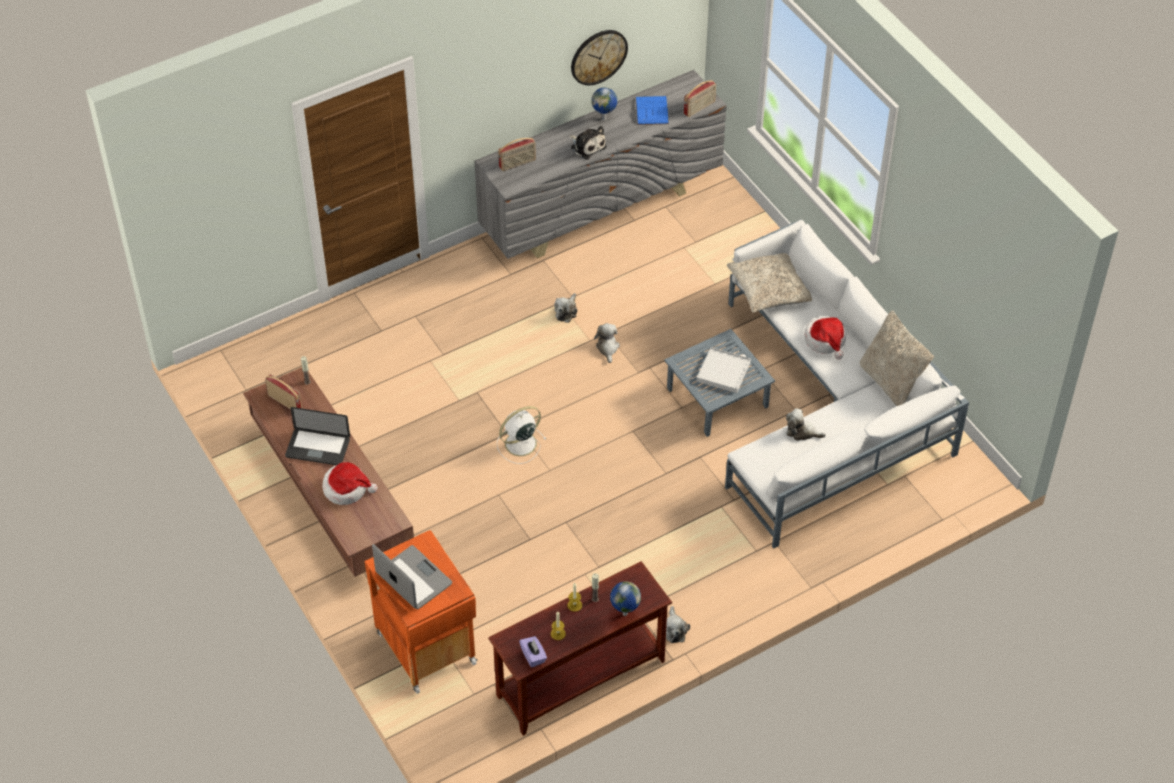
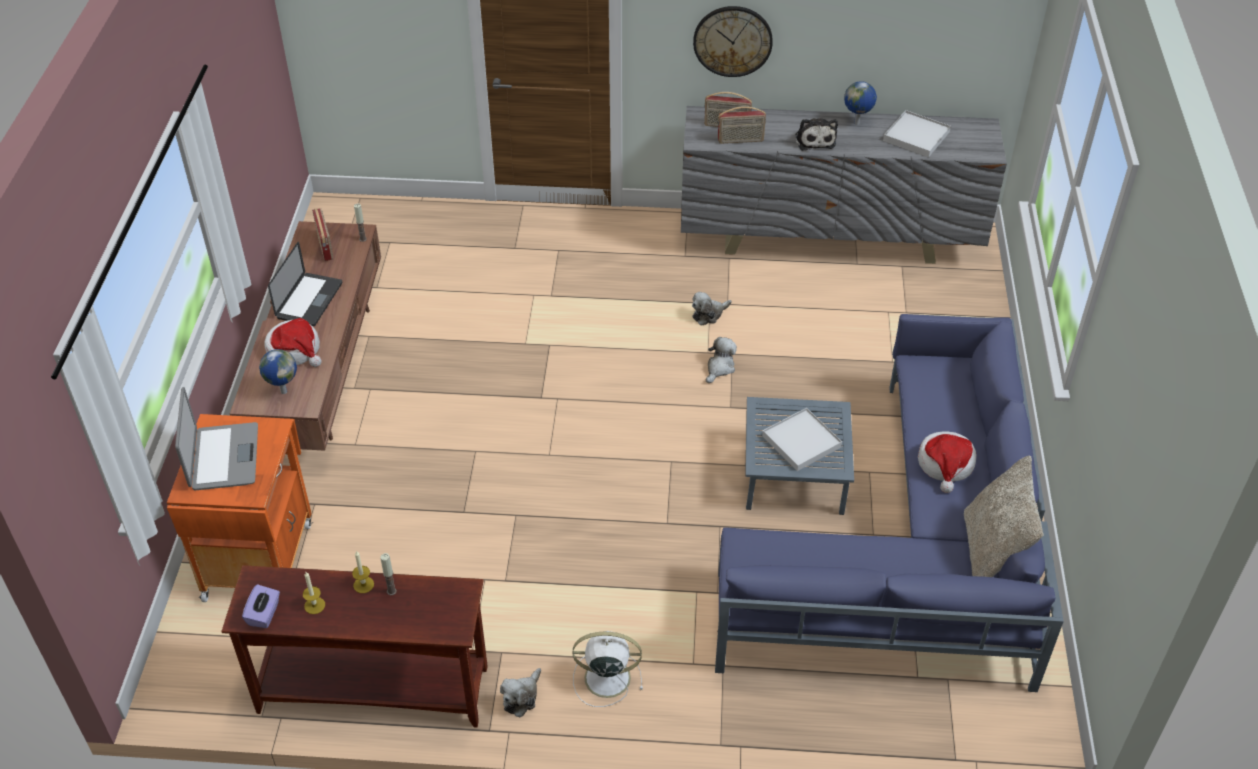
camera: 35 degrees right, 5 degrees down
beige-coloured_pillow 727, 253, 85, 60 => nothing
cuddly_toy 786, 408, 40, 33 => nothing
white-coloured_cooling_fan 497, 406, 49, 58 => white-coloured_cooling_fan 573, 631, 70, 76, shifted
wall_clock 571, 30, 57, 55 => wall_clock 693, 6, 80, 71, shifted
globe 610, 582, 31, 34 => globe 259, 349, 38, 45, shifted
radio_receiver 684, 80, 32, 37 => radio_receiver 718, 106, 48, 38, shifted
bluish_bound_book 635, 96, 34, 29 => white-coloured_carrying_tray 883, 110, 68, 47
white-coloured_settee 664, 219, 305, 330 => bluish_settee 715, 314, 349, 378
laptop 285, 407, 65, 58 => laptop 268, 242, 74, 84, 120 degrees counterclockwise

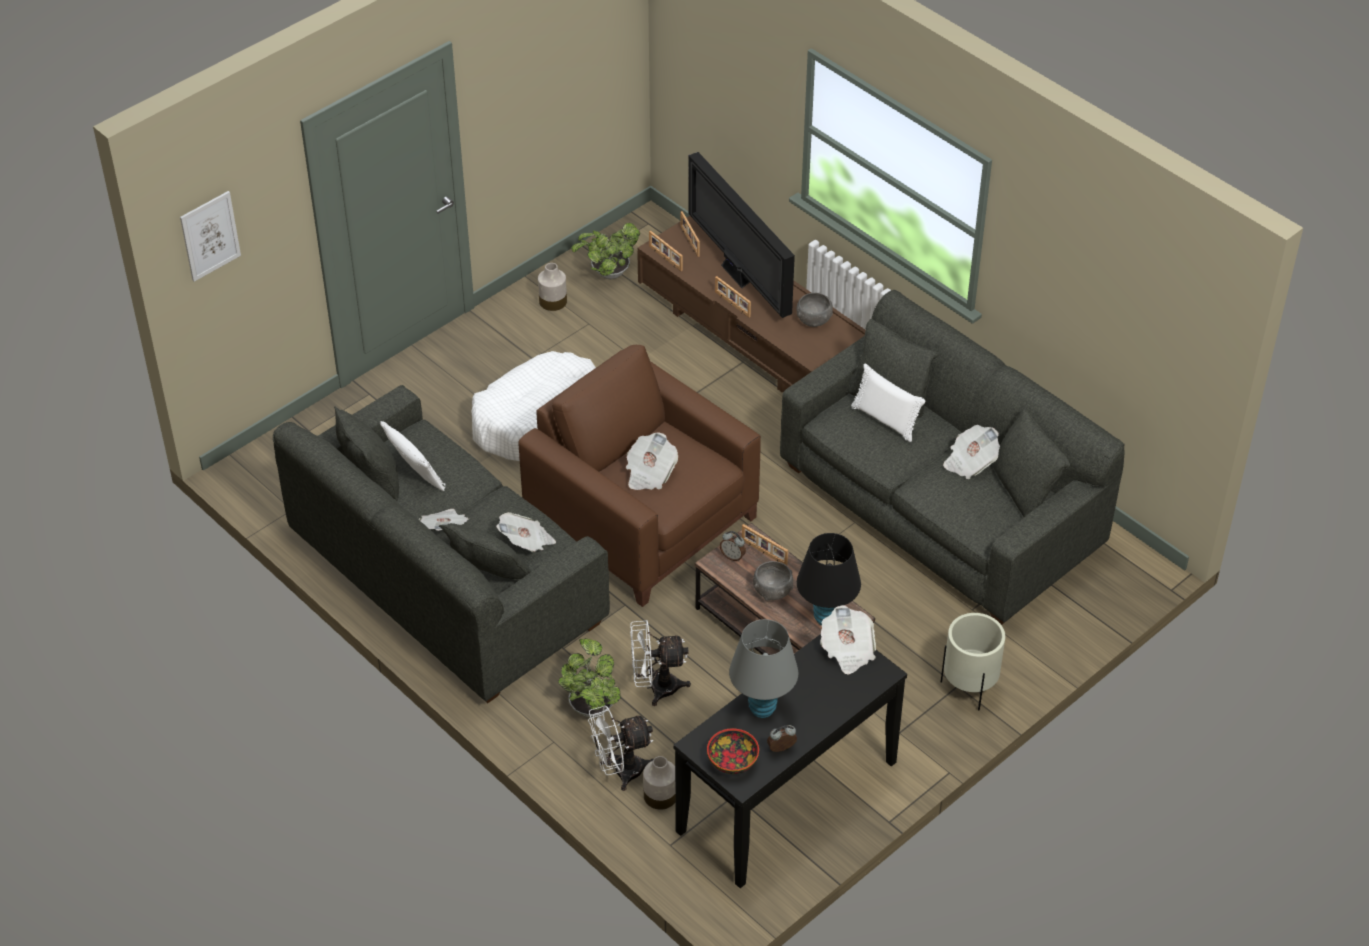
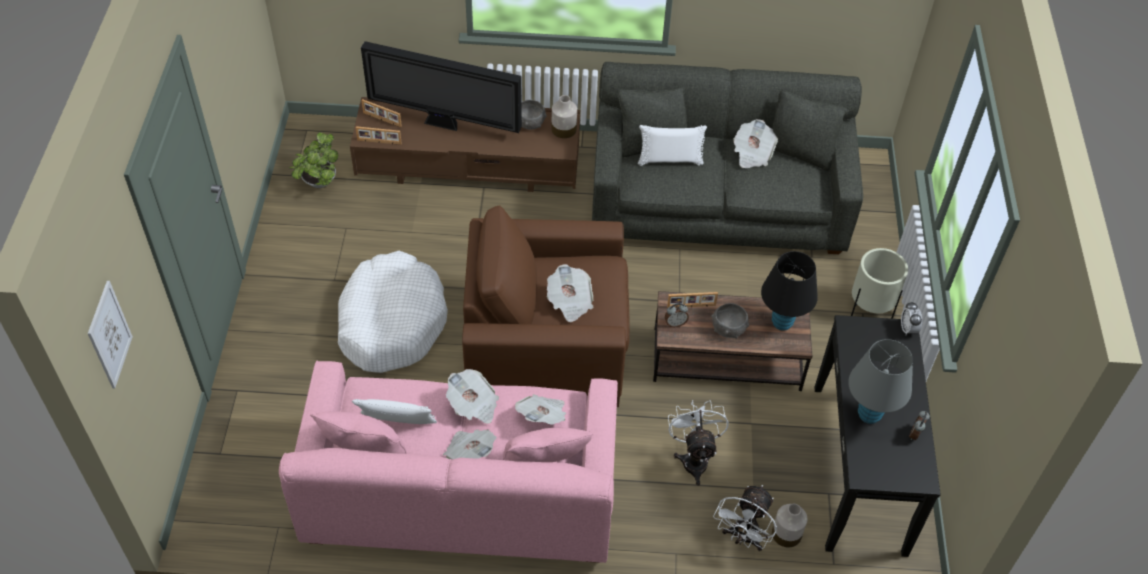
camera: 45 degrees left, 5 degrees up
potted_plant 558, 638, 63, 79 => nothing
bowl 707, 728, 52, 46 => nothing
picture_frame 715, 276, 36, 41 => nothing
nothing => bedside_clock 901, 301, 21, 34
beige-coloured_decorative_vase 538, 263, 29, 48 => beige-coloured_decorative_vase 551, 95, 26, 43, shifted
newspaper 820, 605, 56, 70 => newspaper 446, 369, 53, 55, shifted
gray_settee 273, 385, 337, 318 => pinkish_settee 279, 361, 339, 202
white-coloured_cooling_fan 630, 620, 61, 86 => white-coloured_cooling_fan 668, 400, 60, 86, 135 degrees clockwise

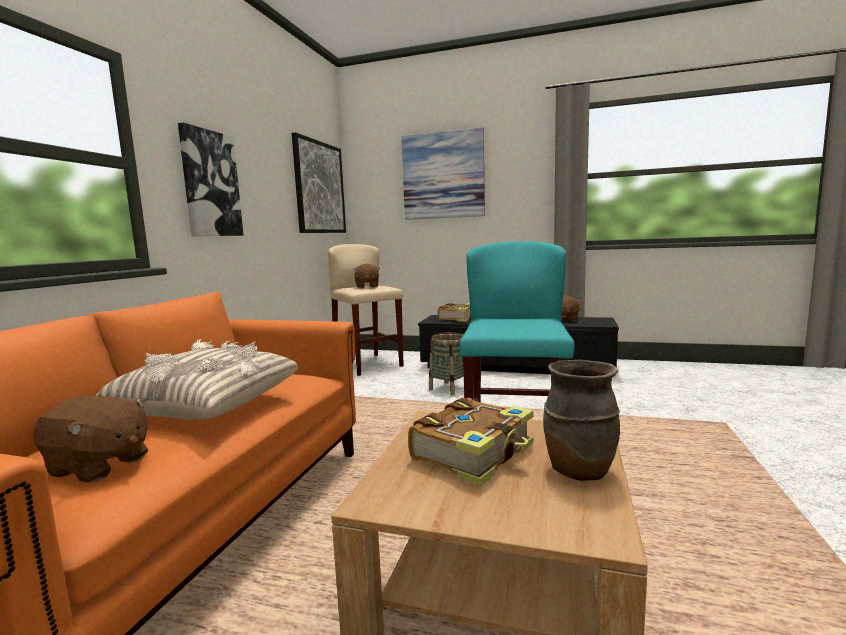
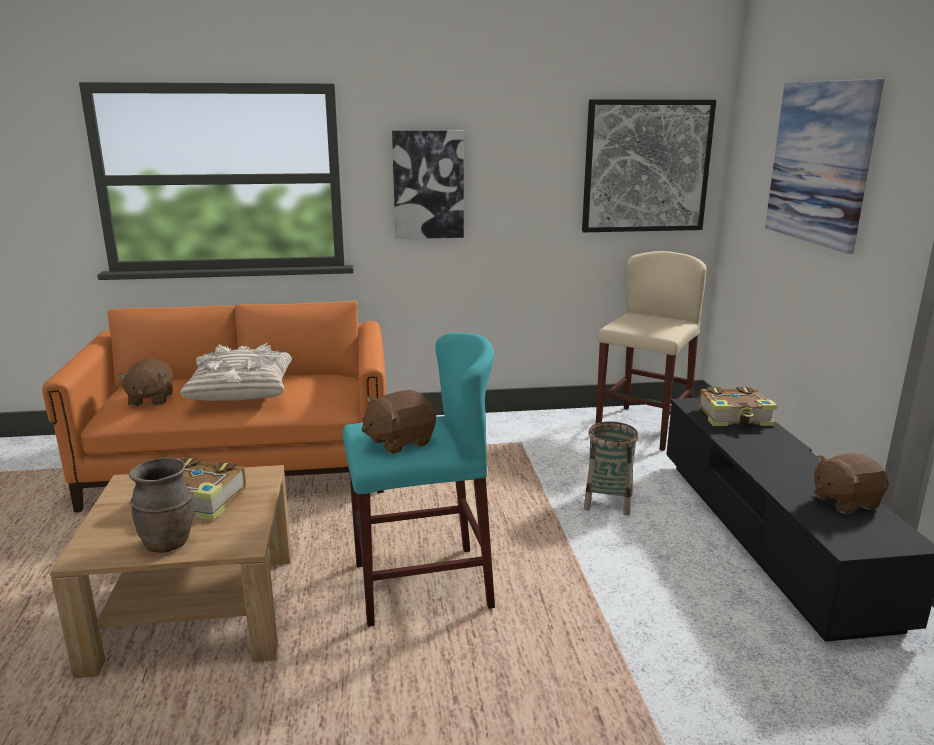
camera: 65 degrees right, 10 degrees up
brownish_cuddly_toy 353, 264, 27, 24 => brownish_cuddly_toy 361, 390, 75, 64, shifted

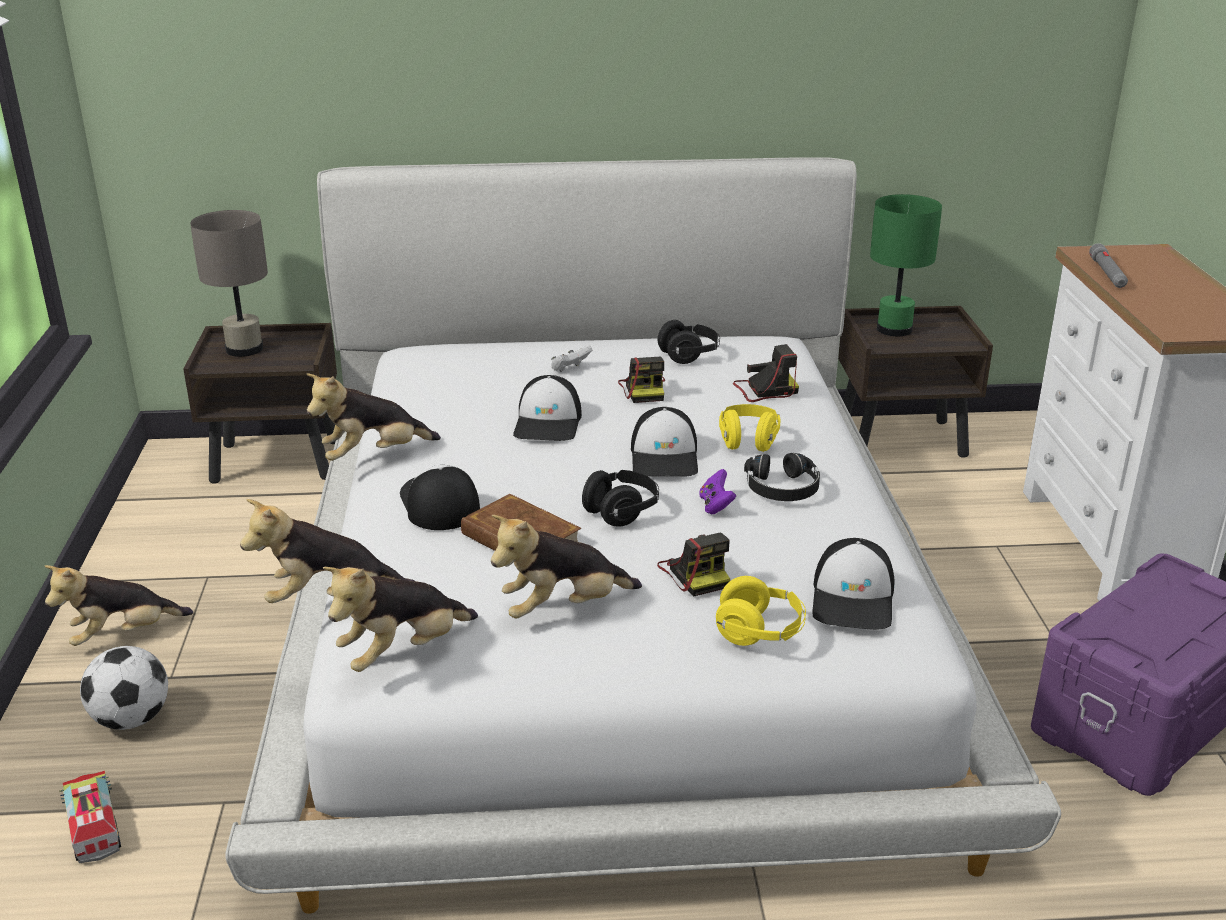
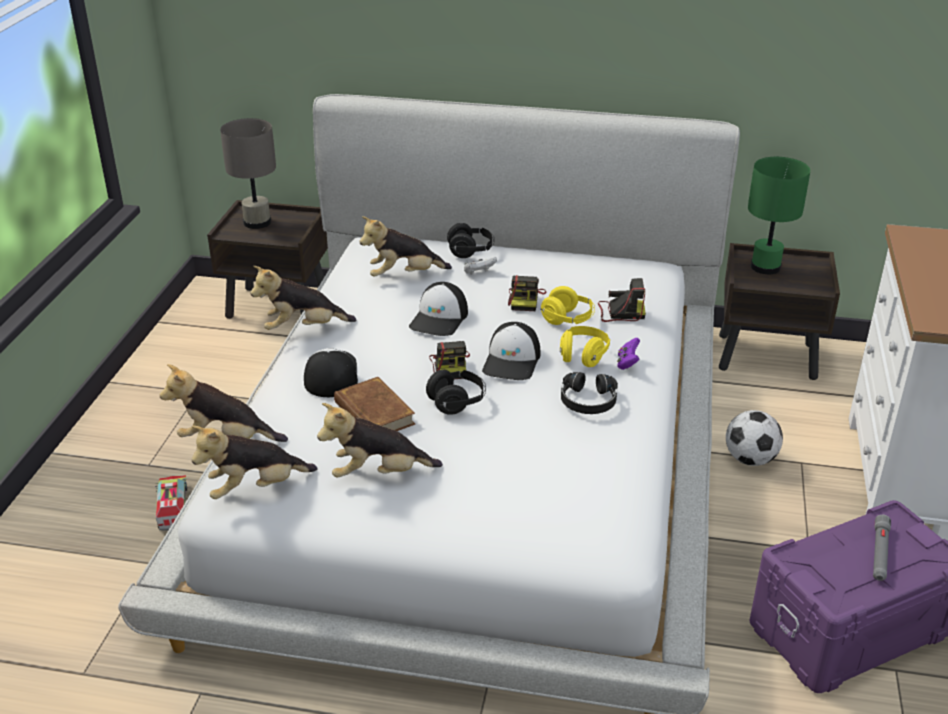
camera: 15 degrees right, 5 degrees up
peaked_cap 812, 538, 82, 92 => nothing
cuddly_toy 45, 565, 148, 81 => cuddly_toy 360, 216, 92, 61, shifted
toy_lorry 60, 771, 61, 92 => toy_lorry 155, 475, 32, 56, shifted
football_ball 80, 646, 88, 84 => football_ball 726, 410, 57, 56, shifted
still_camera 657, 533, 73, 64 => still_camera 429, 341, 41, 38, shifted
black-coloured_headset 658, 320, 62, 44 => black-coloured_headset 447, 223, 47, 35, shifted
purple-coloured_joypad 699, 469, 37, 45 => purple-coloured_joypad 617, 338, 23, 32, shifted
yellow-coloured_headset 716, 576, 90, 70 => yellow-coloured_headset 541, 286, 54, 39, shifted
gray_flashlight 1089, 243, 39, 45 => gray_flashlight 873, 515, 18, 66, shifted

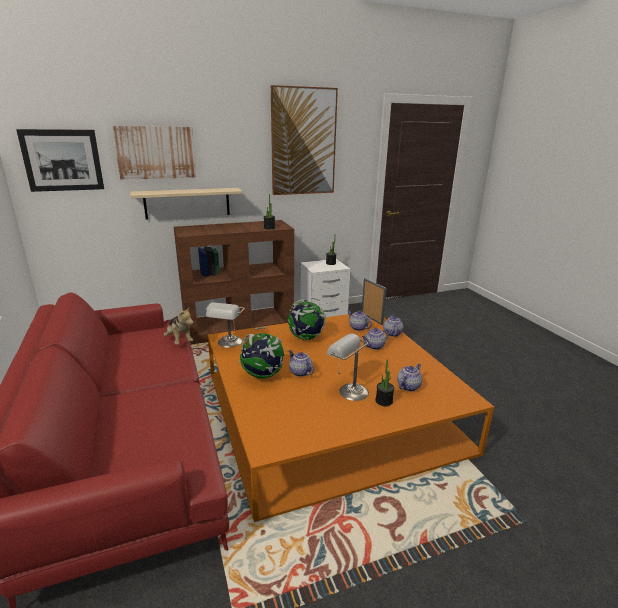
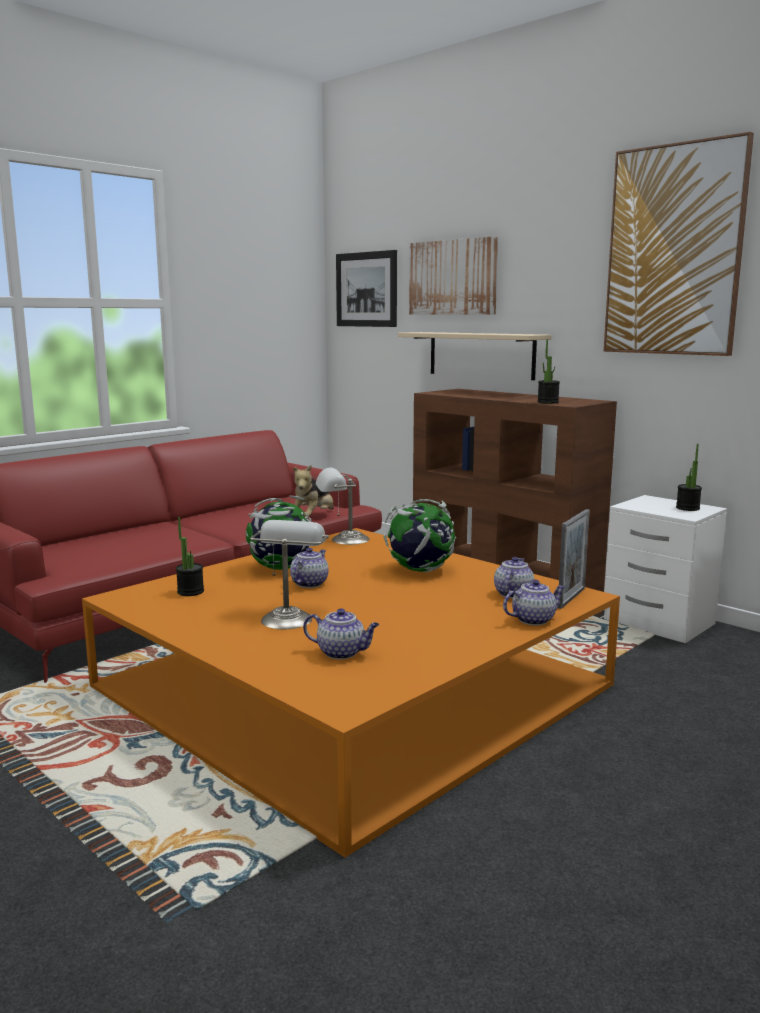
camera: 65 degrees right, 10 degrees down
teapot 362, 328, 27, 22 => nothing
potted_plant 376, 359, 18, 47 => potted_plant 176, 517, 28, 79, shifted

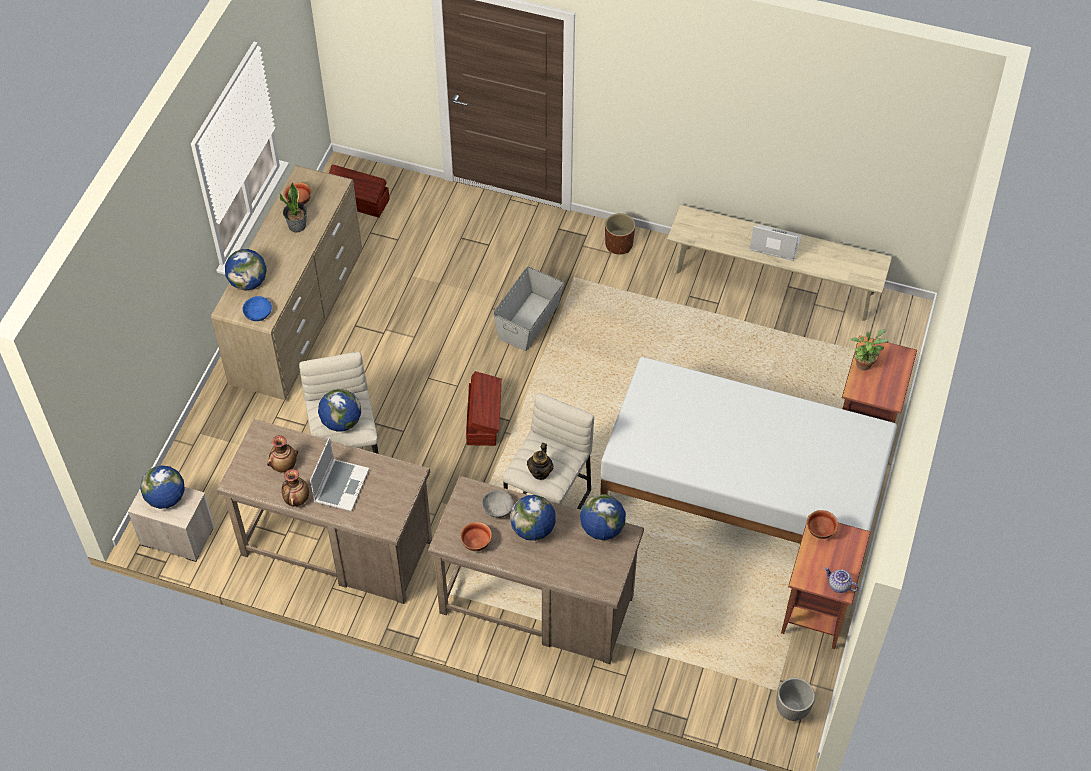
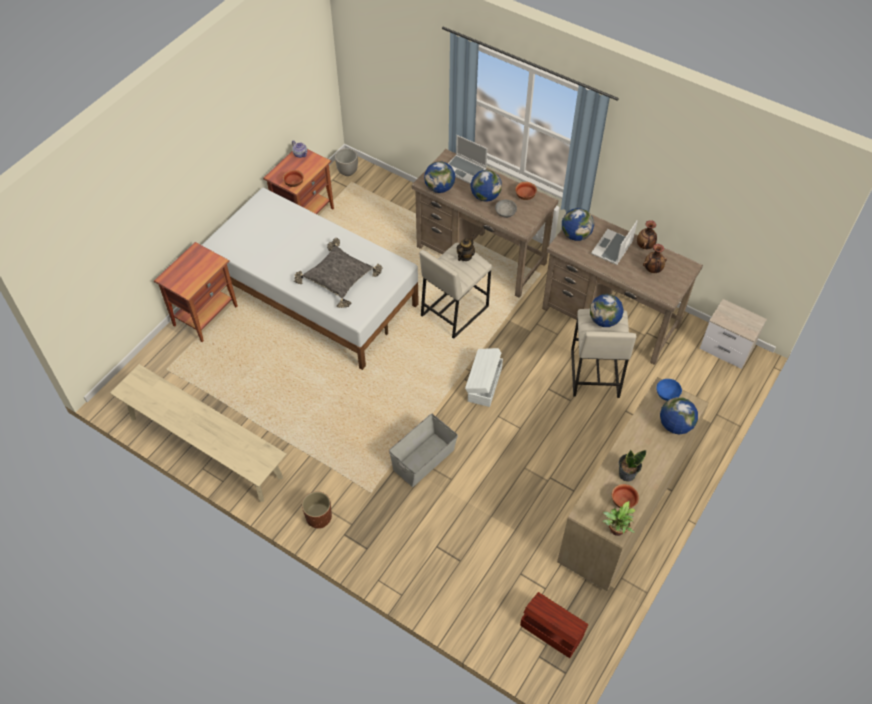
camera: 165 degrees left, 0 degrees up
nothing => pillow 294, 237, 88, 71
globe 140, 465, 45, 44 => globe 562, 208, 32, 33, shifted
laptop 750, 224, 52, 37 => laptop 448, 135, 39, 49, shifted
potted_plant 850, 329, 39, 41 => potted_plant 602, 501, 33, 35, shifted
brownish_storage_container 466, 371, 36, 75 => white-coloured_storage_container 465, 348, 38, 59

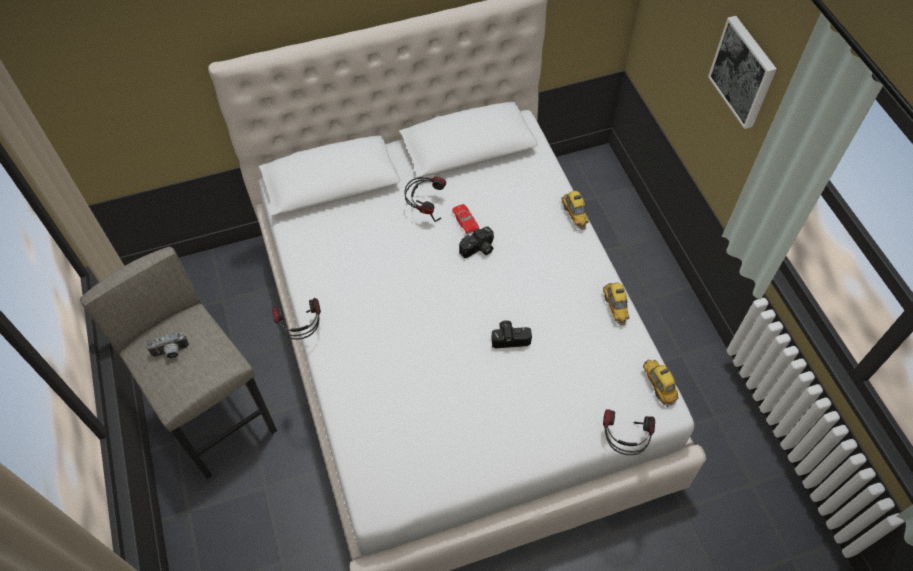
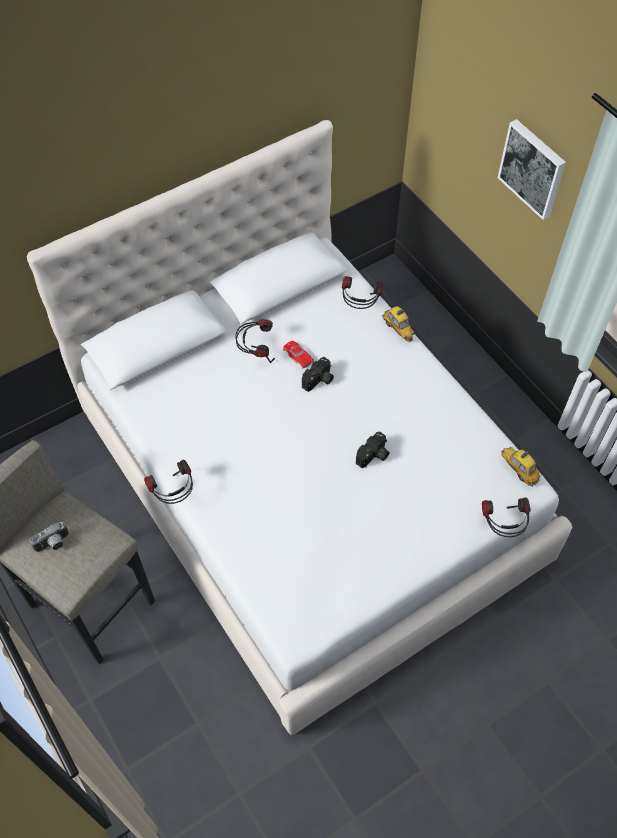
camera: 15 degrees left, 0 degrees up
miniature_car 603, 283, 26, 43 => nothing
nothing => headset 342, 276, 41, 33
still_camera 491, 321, 41, 27 => still_camera 356, 431, 34, 37, 150 degrees clockwise

